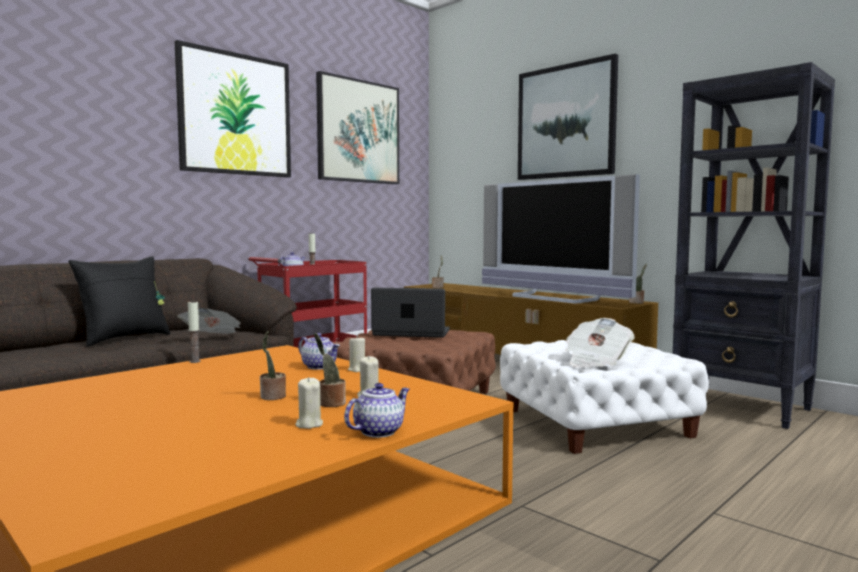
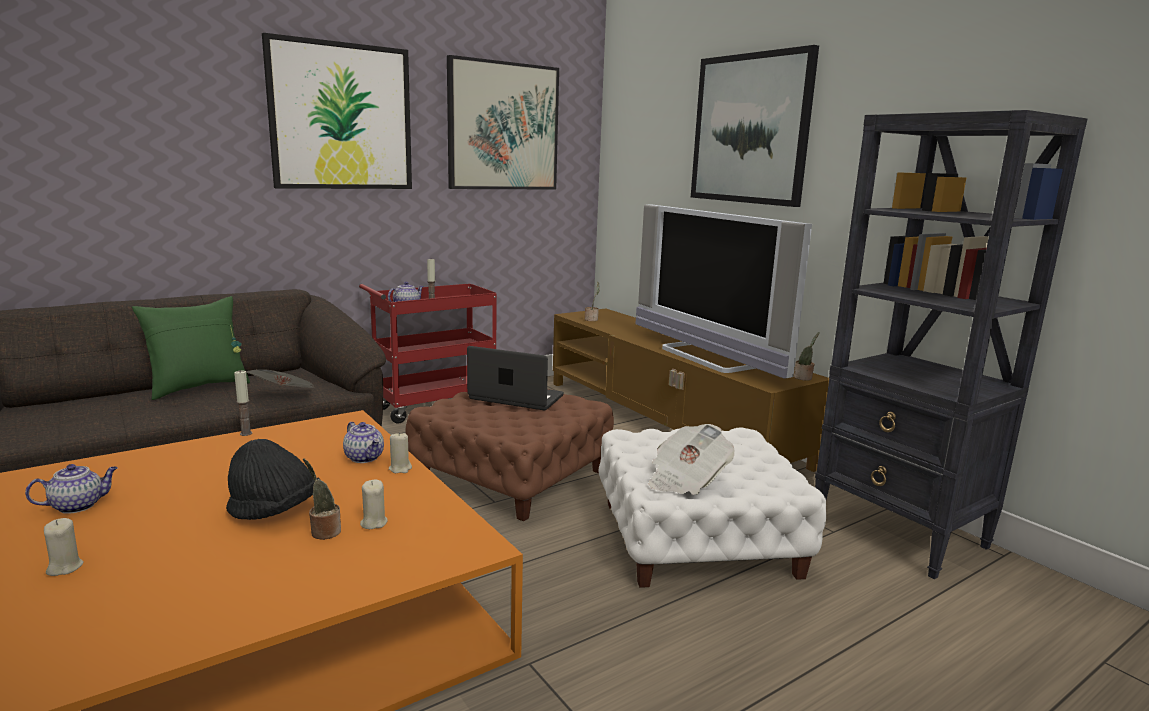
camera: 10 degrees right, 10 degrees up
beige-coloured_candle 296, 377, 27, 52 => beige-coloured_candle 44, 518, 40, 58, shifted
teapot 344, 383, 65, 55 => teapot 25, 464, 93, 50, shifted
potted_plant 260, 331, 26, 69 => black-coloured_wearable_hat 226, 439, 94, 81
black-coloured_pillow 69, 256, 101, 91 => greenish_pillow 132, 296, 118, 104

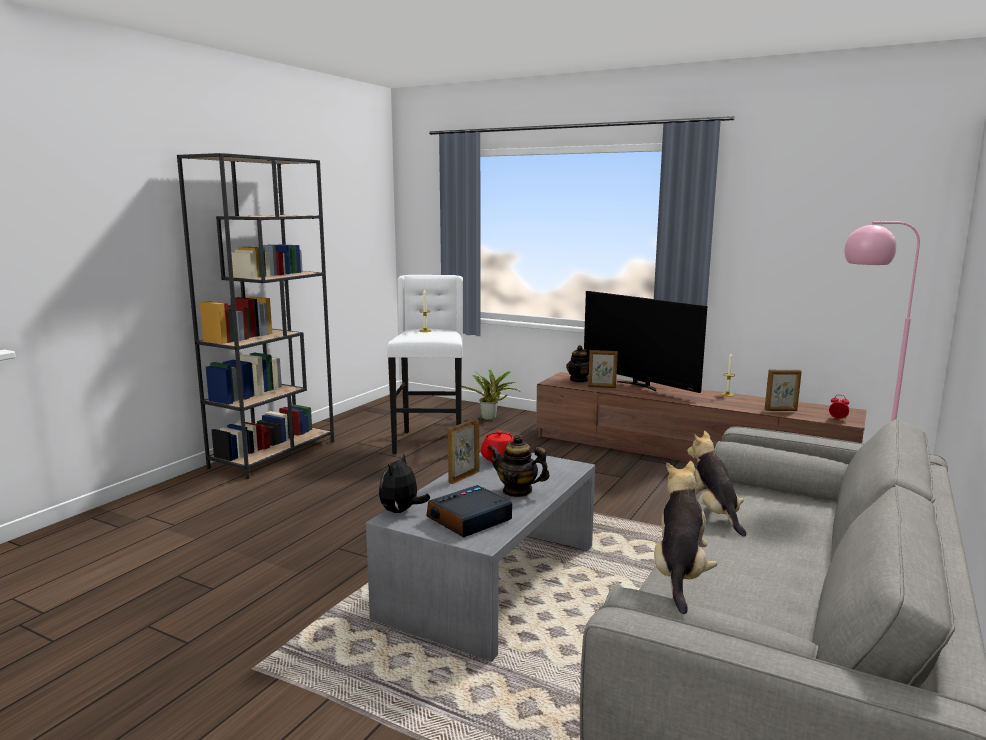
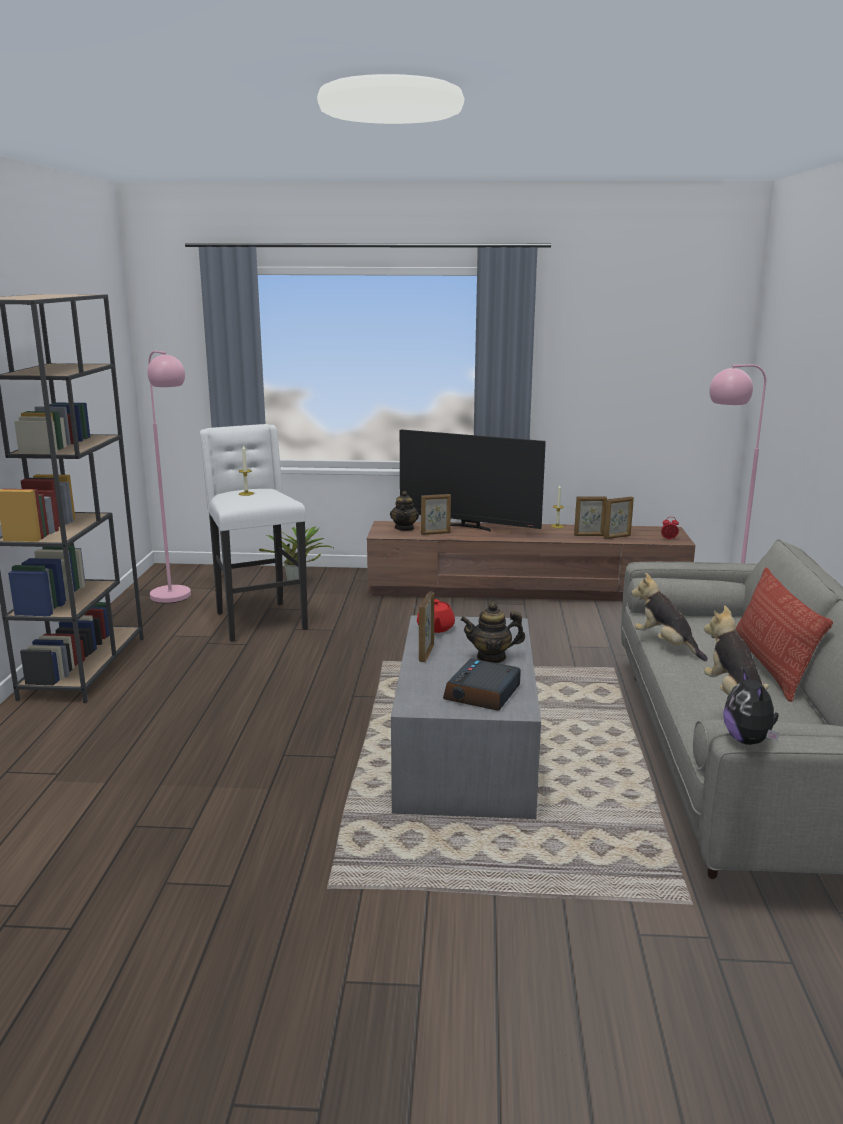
camera: 25 degrees left, 5 degrees up
nothing => pinkish_standard_lamp 147, 351, 44, 252
nothing => picture_frame 574, 496, 33, 40
nothing => pillow 736, 567, 97, 135
cuddly_toy 379, 453, 51, 60 => cuddly_toy 723, 669, 56, 76, shifted

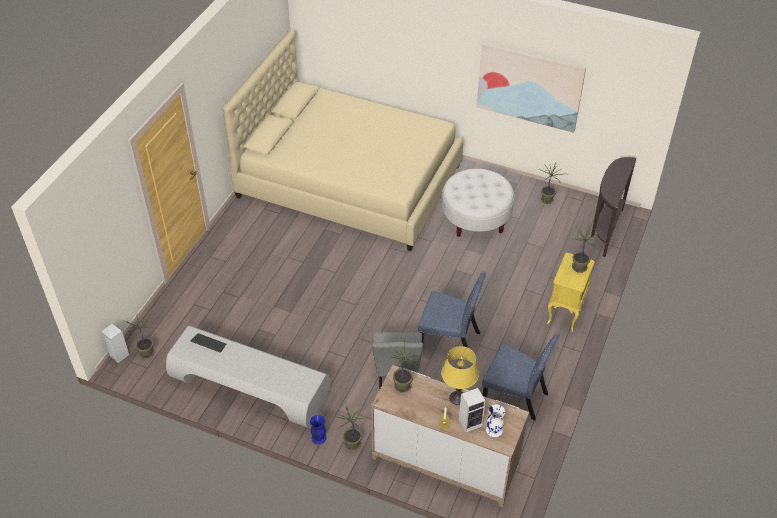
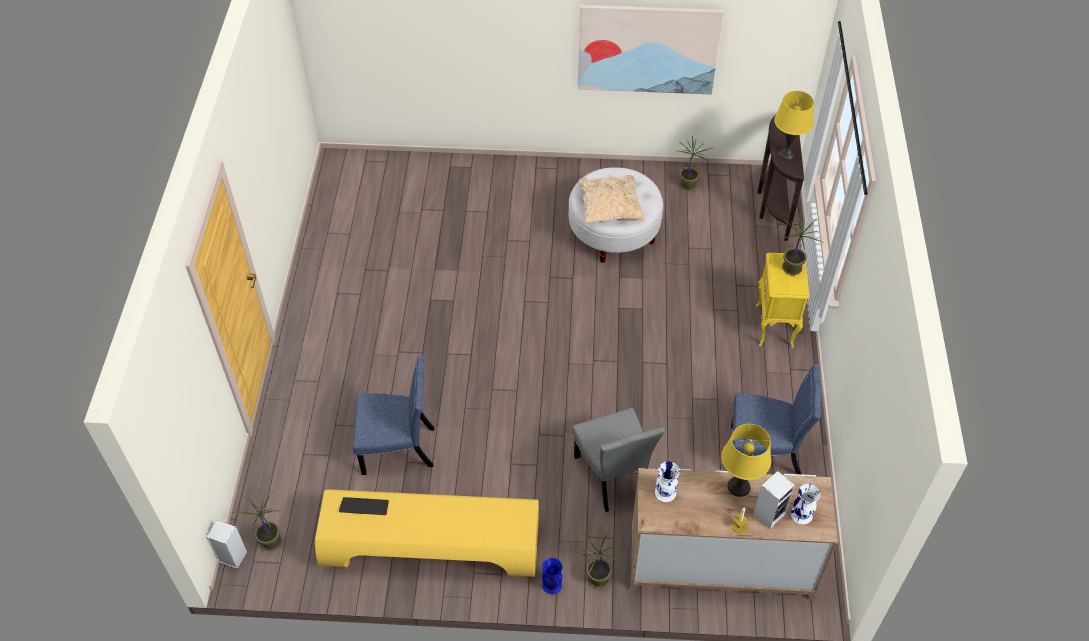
camera: 20 degrees left, 5 degrees up
beige-coloured_bedroom_bed 222, 30, 241, 221 => nothing
nothing => beige-coloured_pillow 578, 175, 67, 48
nothing => yellow-coloured_lamp_for_a_table 774, 91, 40, 69
bluish_chair 418, 272, 68, 78 => bluish_chair 353, 356, 82, 119, shifted
potted_plant 386, 340, 40, 53 => white-coloured_decorative_vase 655, 461, 25, 41
gray_long_seat 166, 326, 164, 102 => yellow-coloured_long_seat 315, 489, 224, 88

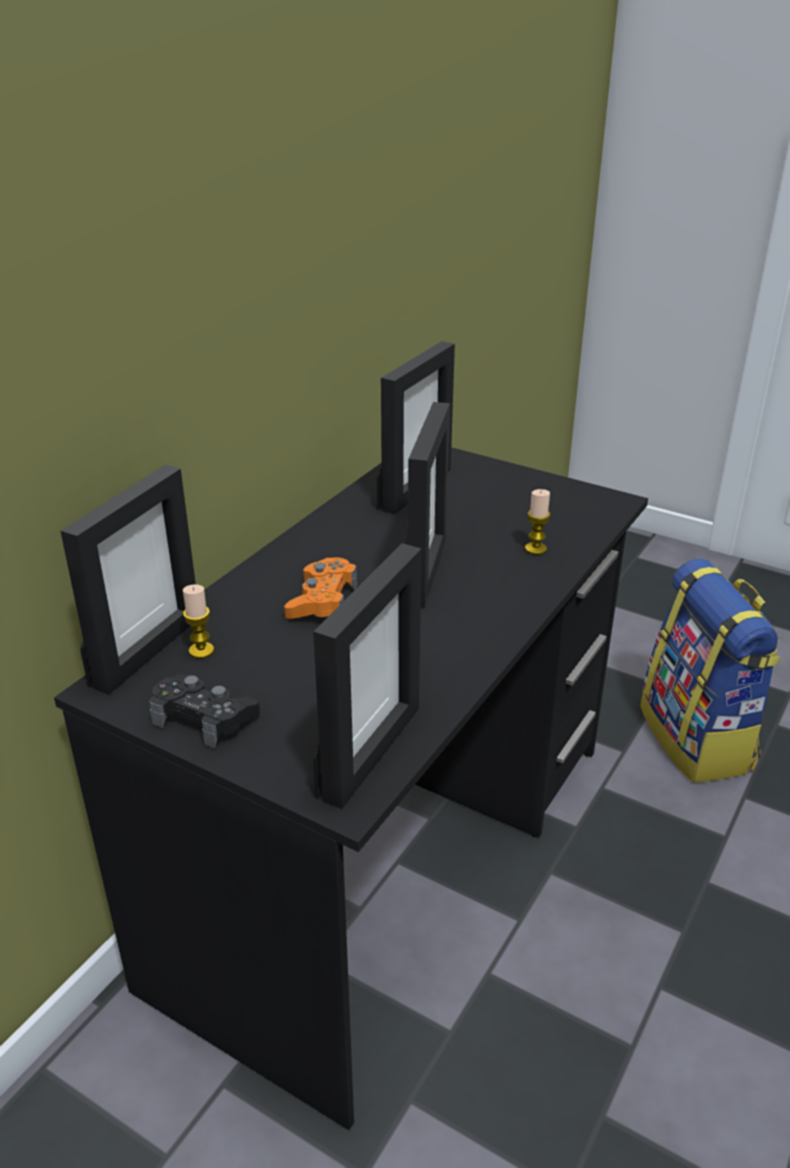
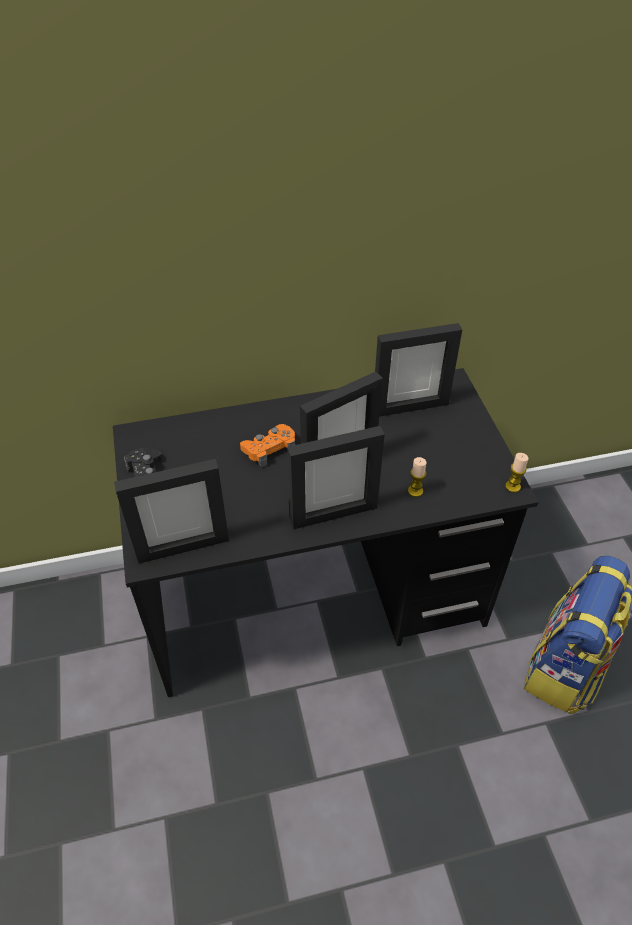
camera: 45 degrees right, 15 degrees up
picture_frame 60, 465, 136, 230 => picture_frame 287, 426, 98, 103, shifted
candle 183, 584, 31, 75 => candle 505, 453, 23, 40, shifted

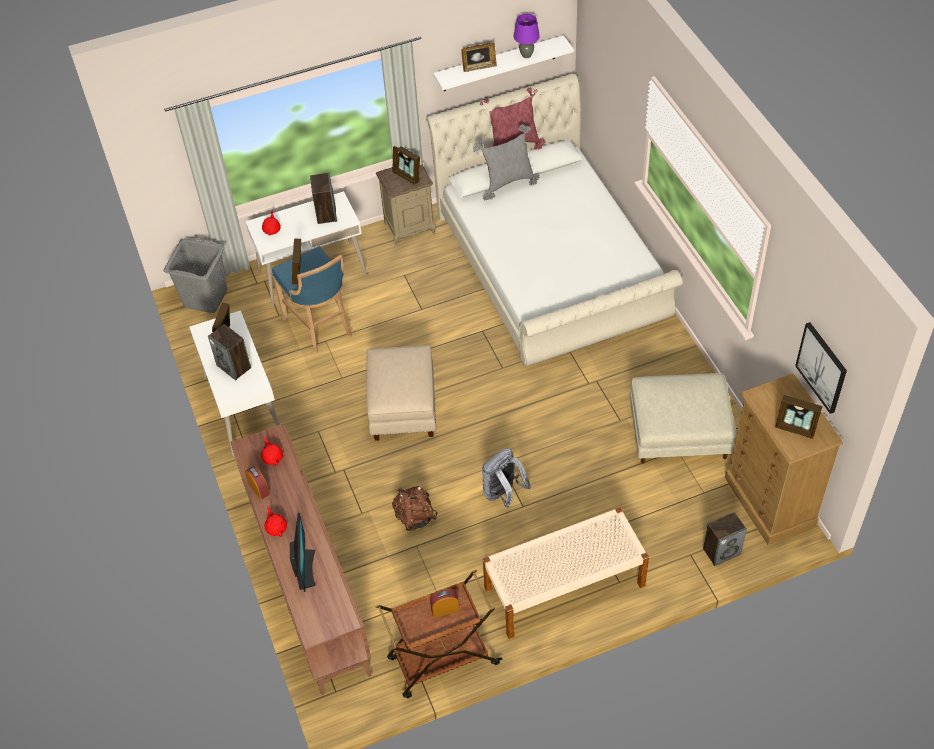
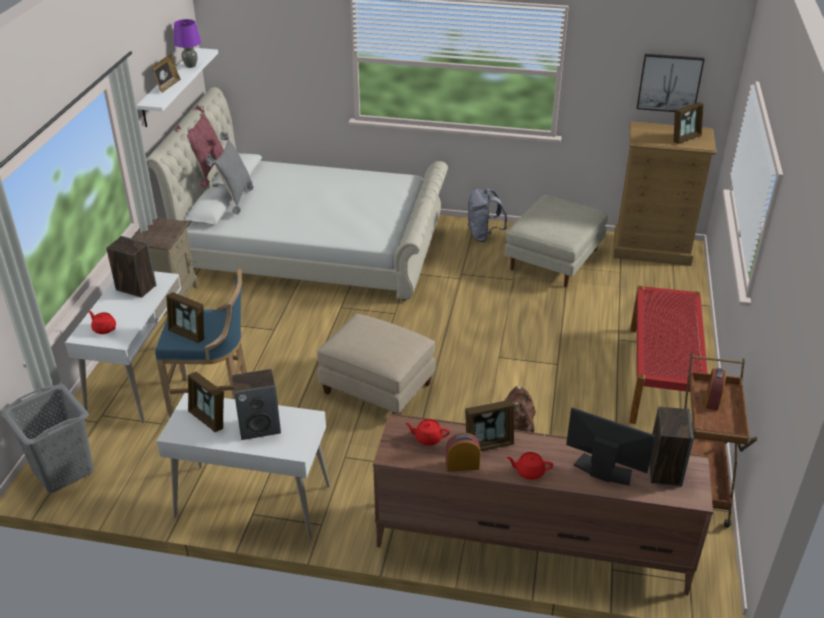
camera: 60 degrees left, 15 degrees down
picture_frame 392, 146, 28, 39 => picture_frame 465, 400, 49, 51, shifted
gray_rucksack 482, 448, 49, 60 => gray_rucksack 467, 188, 40, 54, shifted
audio_speaker 703, 512, 44, 54 => audio_speaker 649, 407, 45, 80, shifted
beige-coloured_long_seat 482, 507, 167, 132 => reddish_long_seat 629, 285, 79, 144

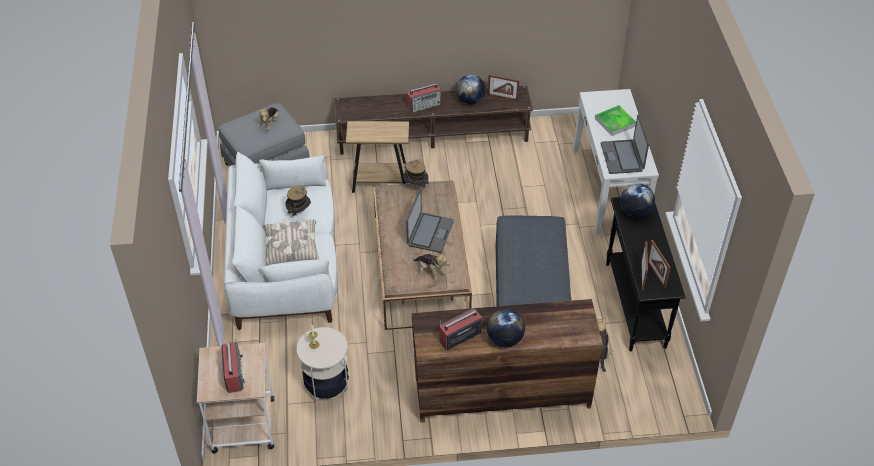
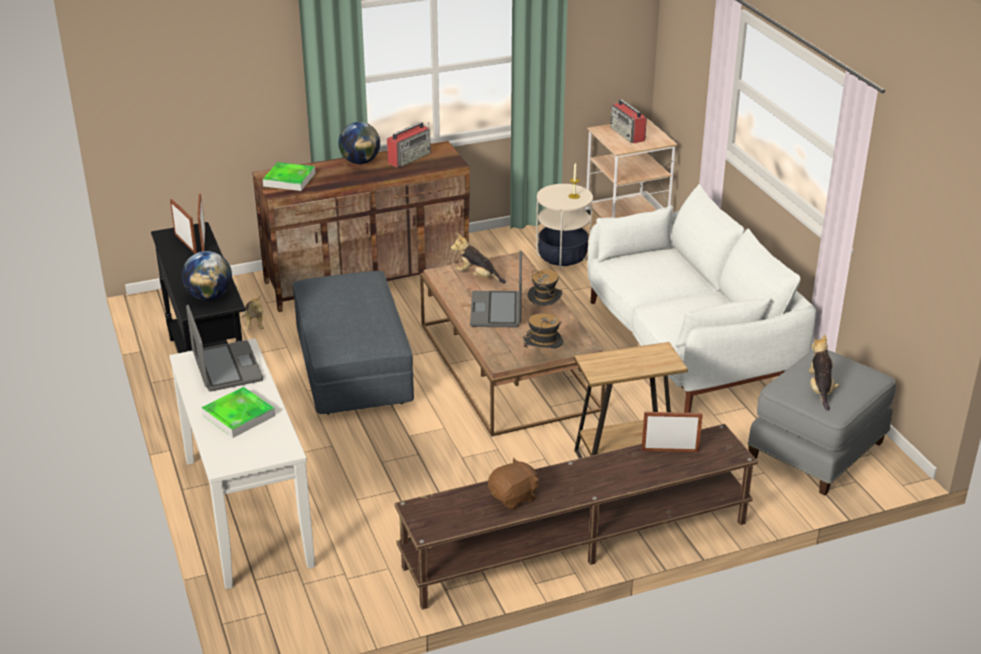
camera: 165 degrees right, 15 degrees down
beige-coloured_pillow 262, 219, 57, 47 => nothing
radio_receiver 407, 84, 34, 29 => nothing
nothing => carrying_tray 263, 162, 52, 29
wearable_hat 285, 186, 26, 30 => wearable_hat 528, 270, 34, 36, shifted
picture_frame 488, 74, 31, 27 => picture_frame 641, 412, 62, 40, shifted
globe 456, 75, 30, 29 => brownish_cuddly_toy 488, 458, 51, 52

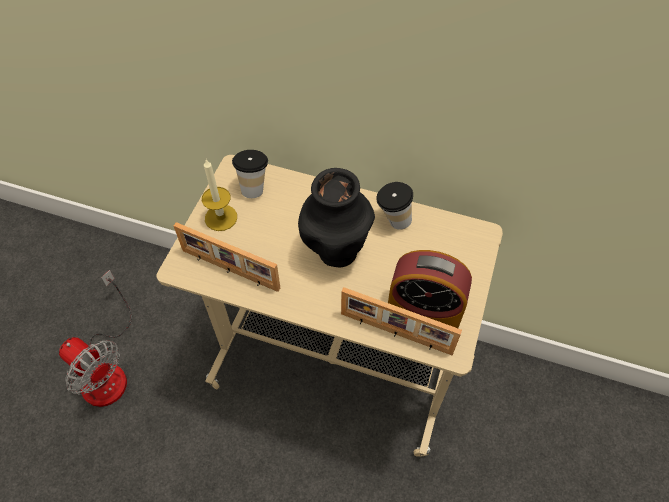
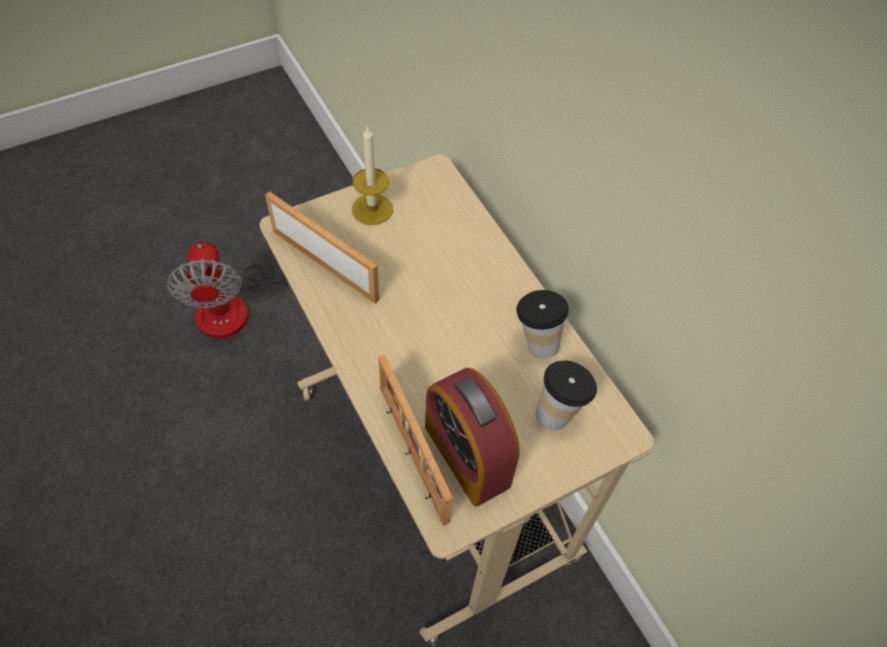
camera: 40 degrees right, 0 degrees up
black-coloured_decorative_vase 298, 168, 77, 99 => nothing
small_cup 232, 150, 36, 48 => small_cup 536, 361, 61, 69, shifted
picture_frame 174, 222, 106, 70 => picture_frame 265, 191, 114, 113, 150 degrees clockwise

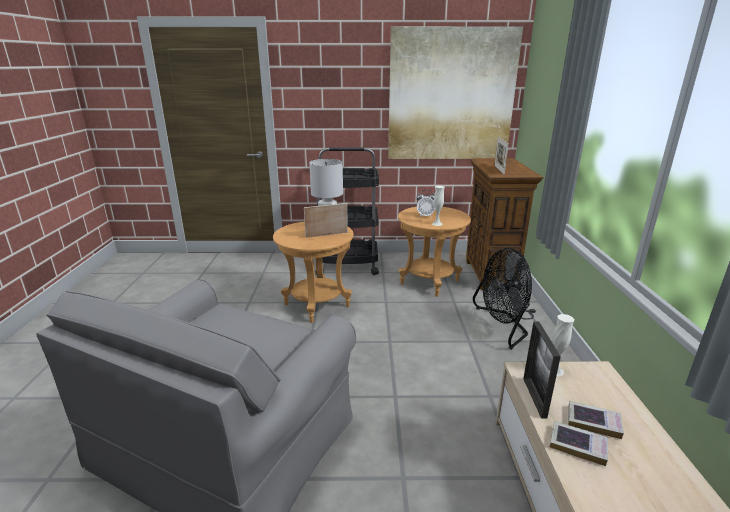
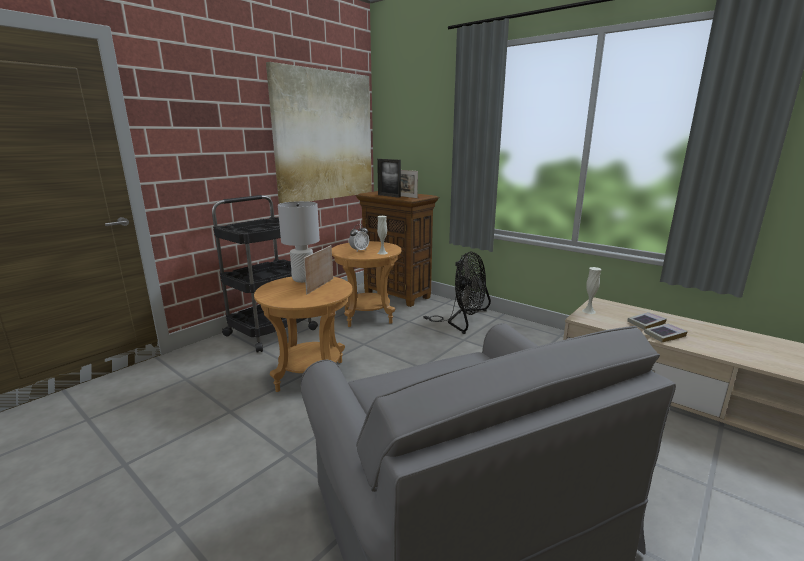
camera: 50 degrees left, 5 degrees down
picture_frame 523, 321, 38, 98 => picture_frame 377, 159, 24, 39, shifted
black-coloured_cooling_fan 473, 248, 64, 102 => black-coloured_cooling_fan 423, 252, 68, 82, 90 degrees counterclockwise

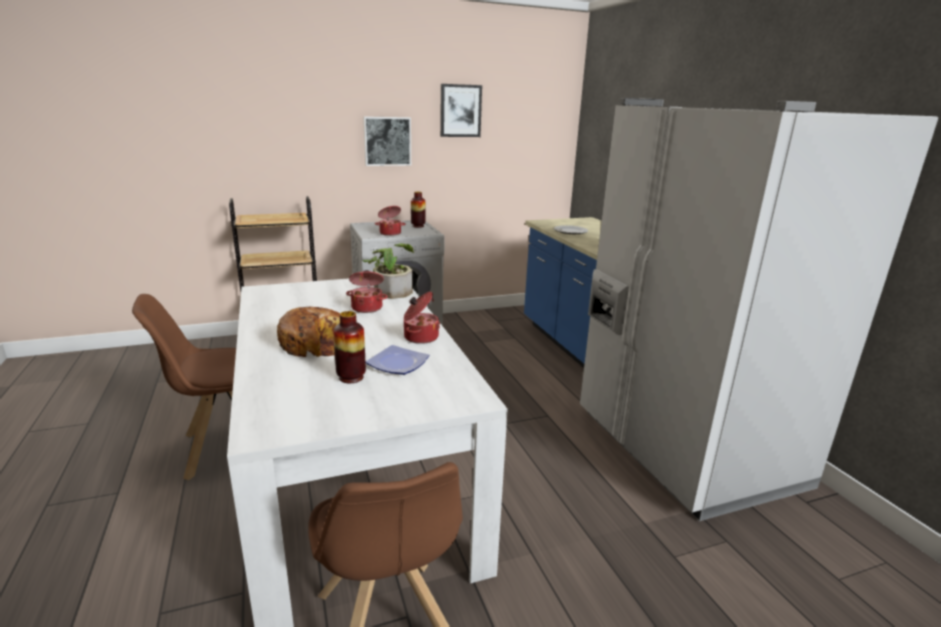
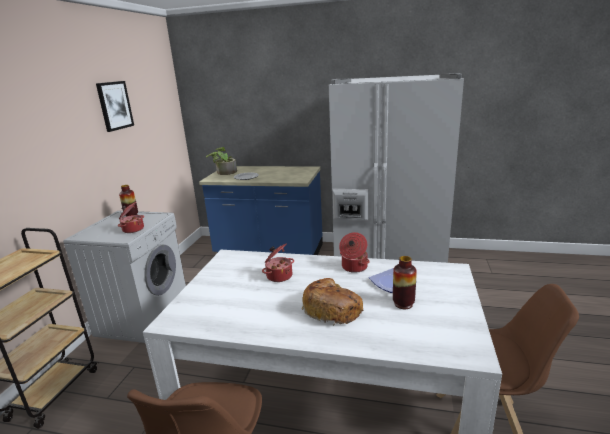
camera: 55 degrees left, 0 degrees up
picture 363, 116, 48, 50 => nothing
potted_plant 362, 243, 52, 56 => potted_plant 206, 147, 31, 28, shifted

